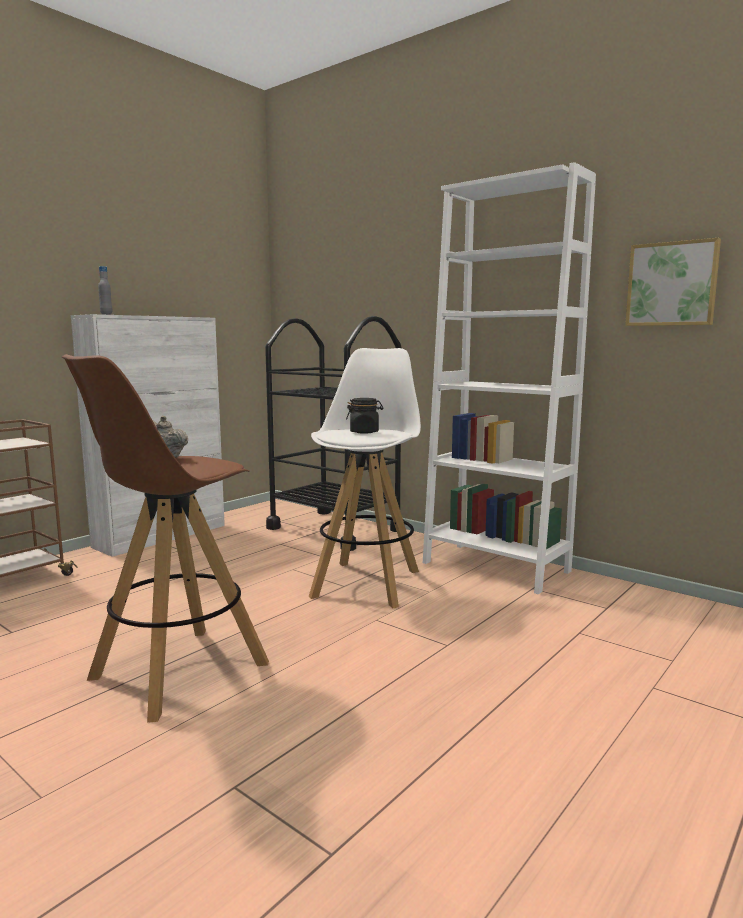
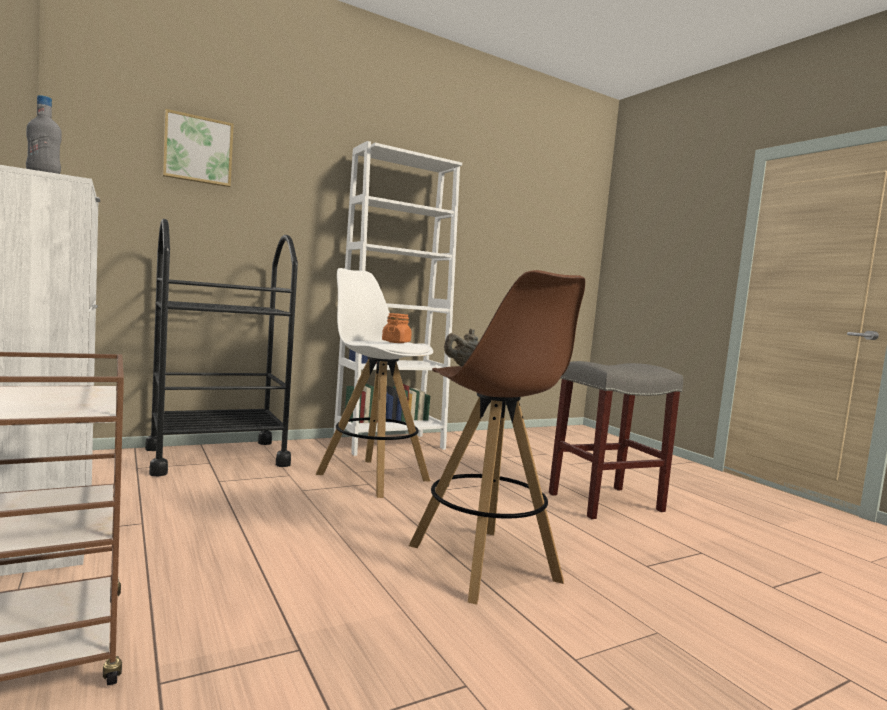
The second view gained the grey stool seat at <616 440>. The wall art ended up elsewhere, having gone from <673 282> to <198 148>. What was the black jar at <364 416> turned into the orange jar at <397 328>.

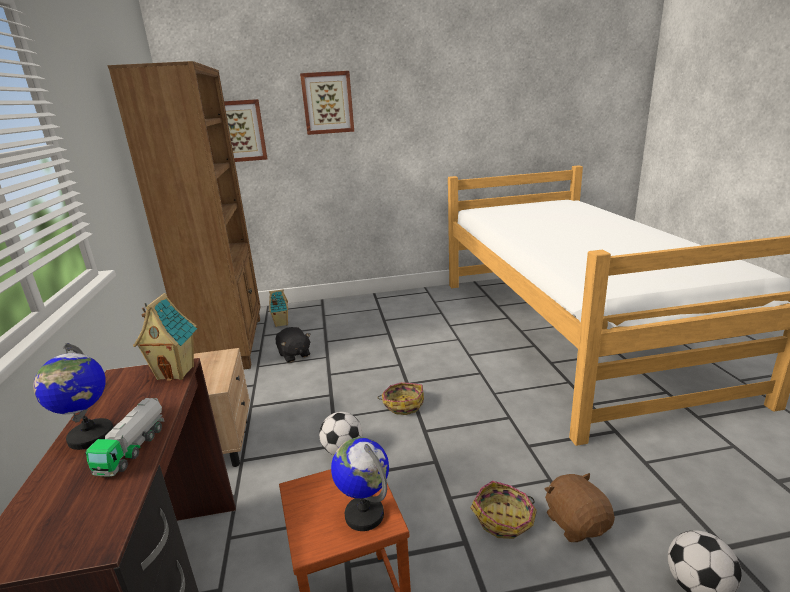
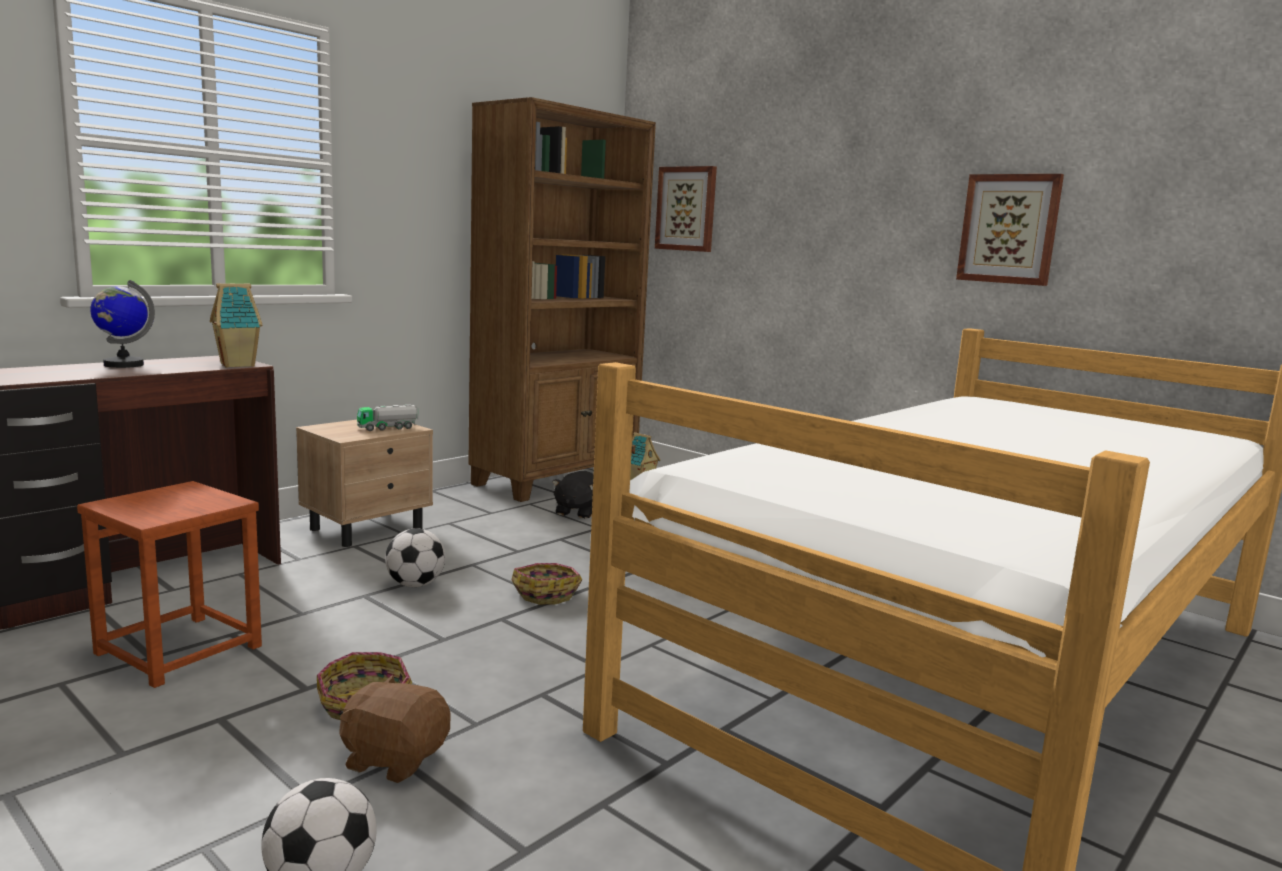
The second view lost the desk globe at <360 484>. The model truck ended up elsewhere, having gone from <124 437> to <387 417>. The wall art ended up elsewhere, having gone from <327 103> to <1010 230>. The brown soft toy at <579 507> ended up facing another way, 105 degrees counterclockwise from before.

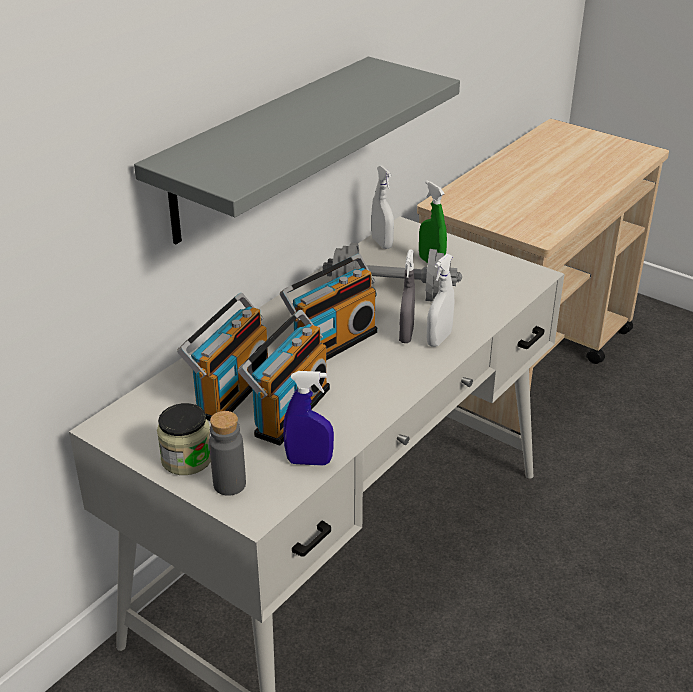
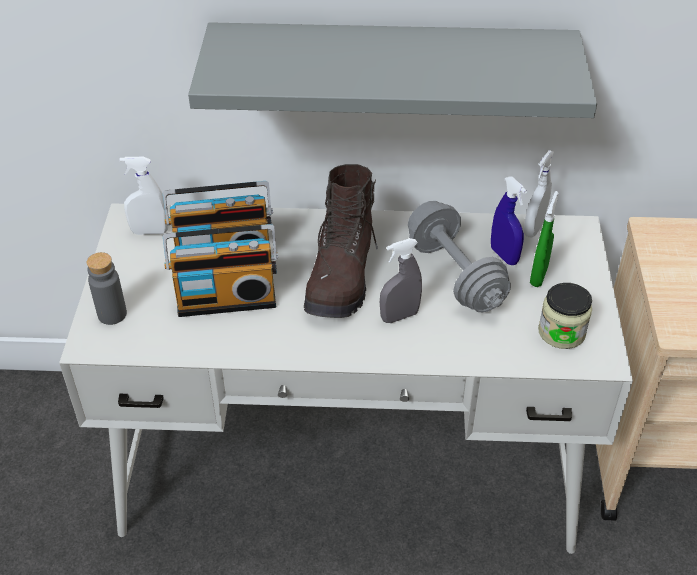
The jar ended up elsewhere, having gone from <184 439> to <565 316>. The blue hand sprayer ended up elsewhere, having gone from <308 418> to <509 221>. The whitish hand sprayer ended up elsewhere, having gone from <440 300> to <144 196>. Where the radio stood at <328 307>, the brown boot came to stand at <341 241>.

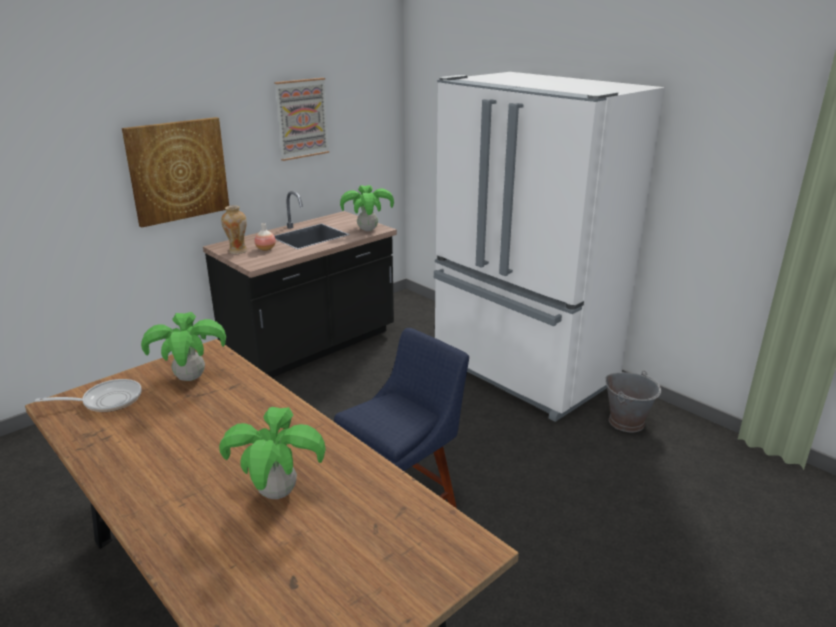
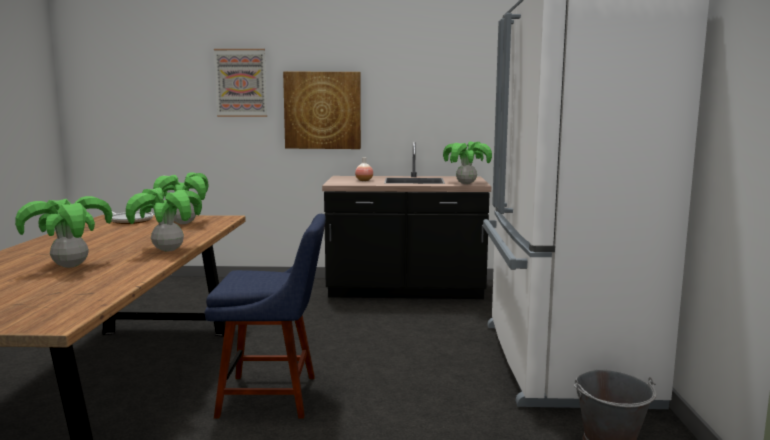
The second view lost the decorative vase at <234 229>. The second view gained the houseplant at <164 220>. The wall art ended up elsewhere, having gone from <301 119> to <240 83>.

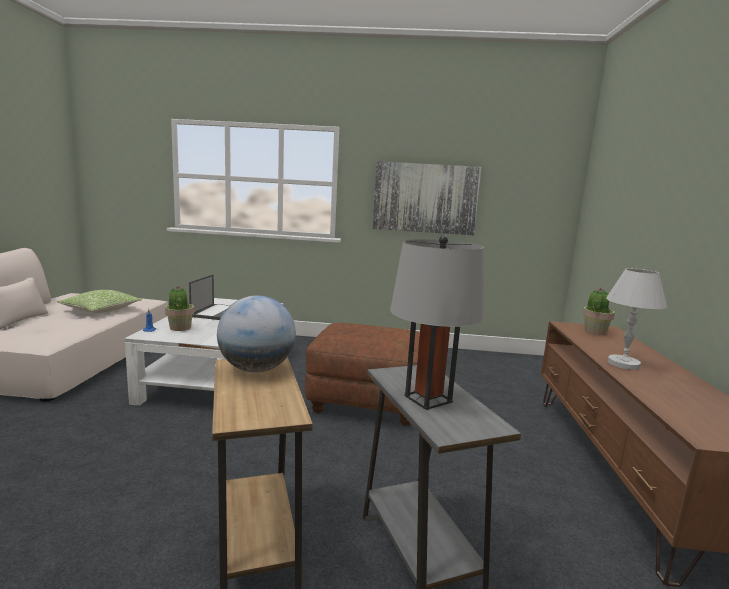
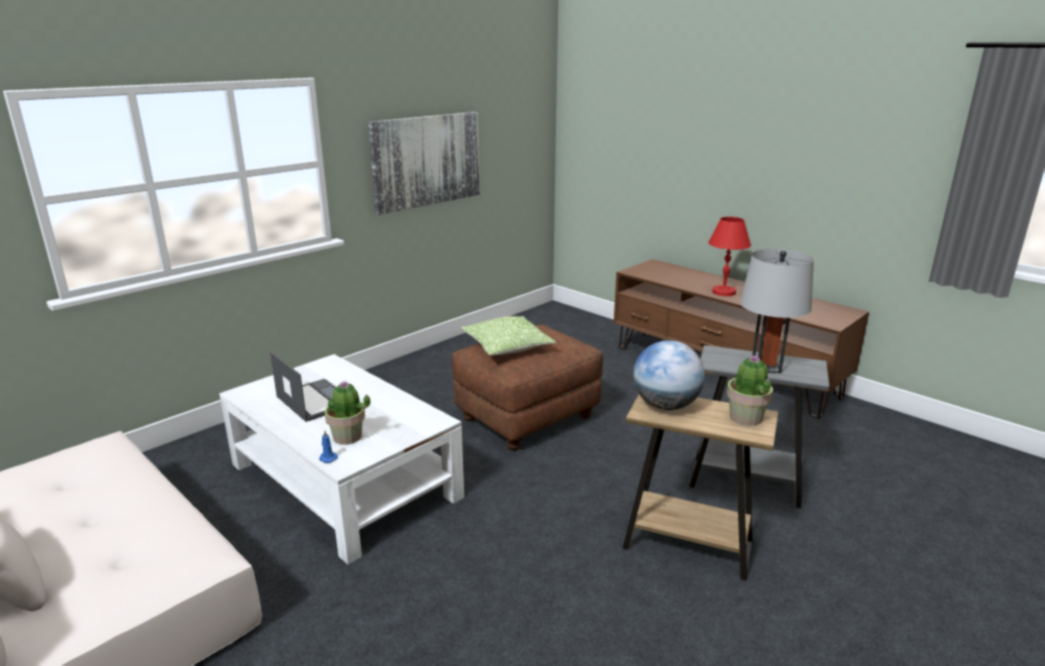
The throw pillow ended up elsewhere, having gone from <99 301> to <508 335>. The houseplant ended up elsewhere, having gone from <599 311> to <750 390>. What was the whitish lamp for a table at <636 319> turned into the red-coloured lamp for a table at <729 256>.

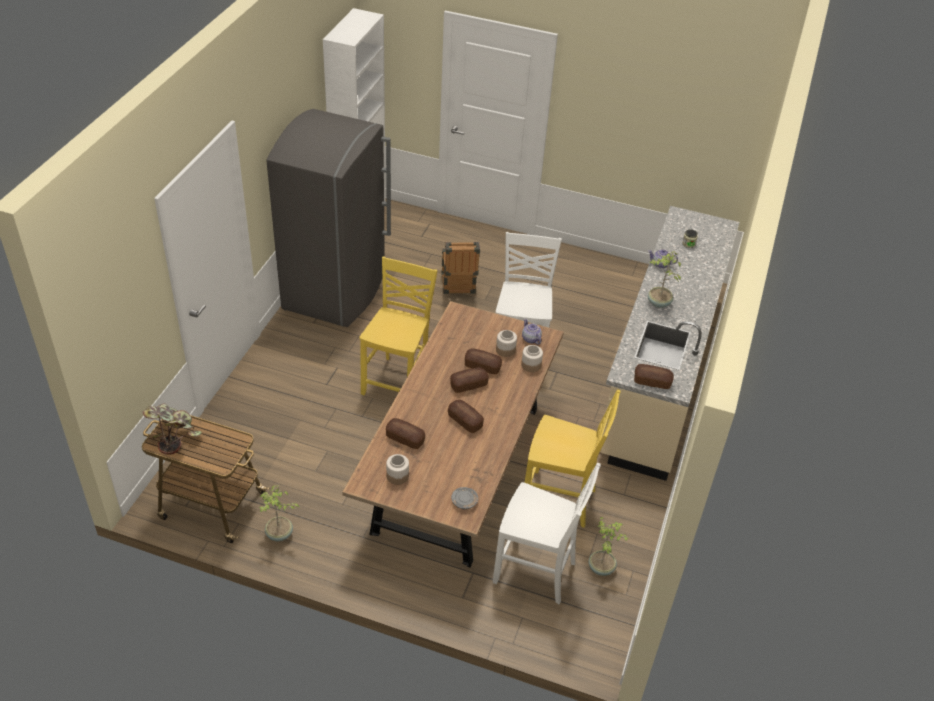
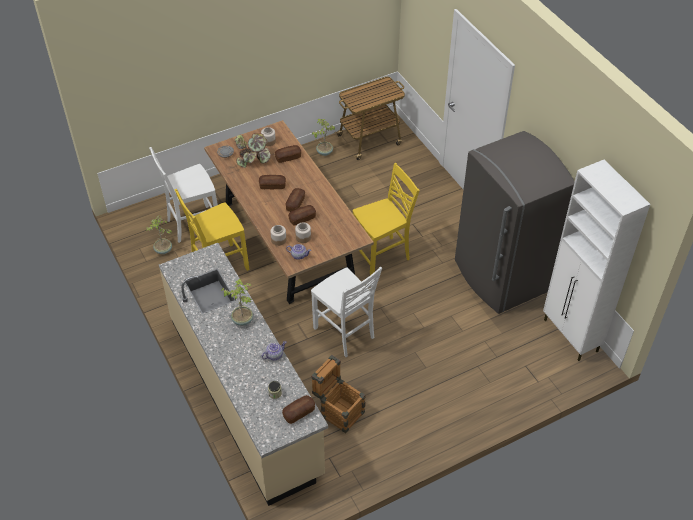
The houseplant ended up elsewhere, having gone from <172 429> to <253 150>. The shipping crate ended up elsewhere, having gone from <460 268> to <338 394>. The bakery bread ended up elsewhere, having gone from <654 376> to <298 409>. The yellowish upright chair at <398 326> ended up facing another way, 90 degrees counterclockwise from before.

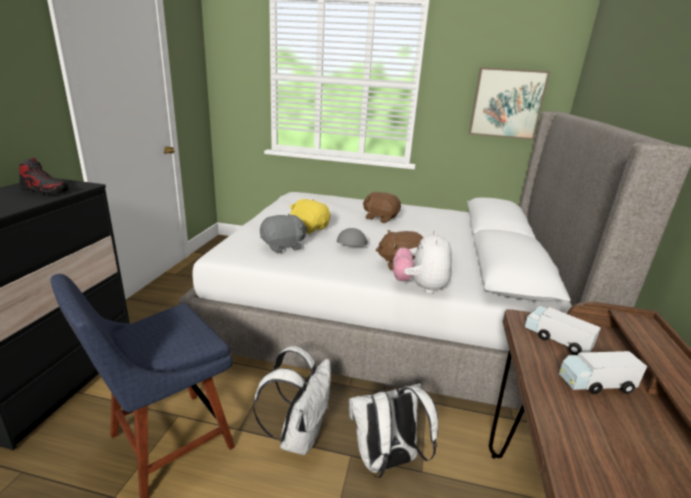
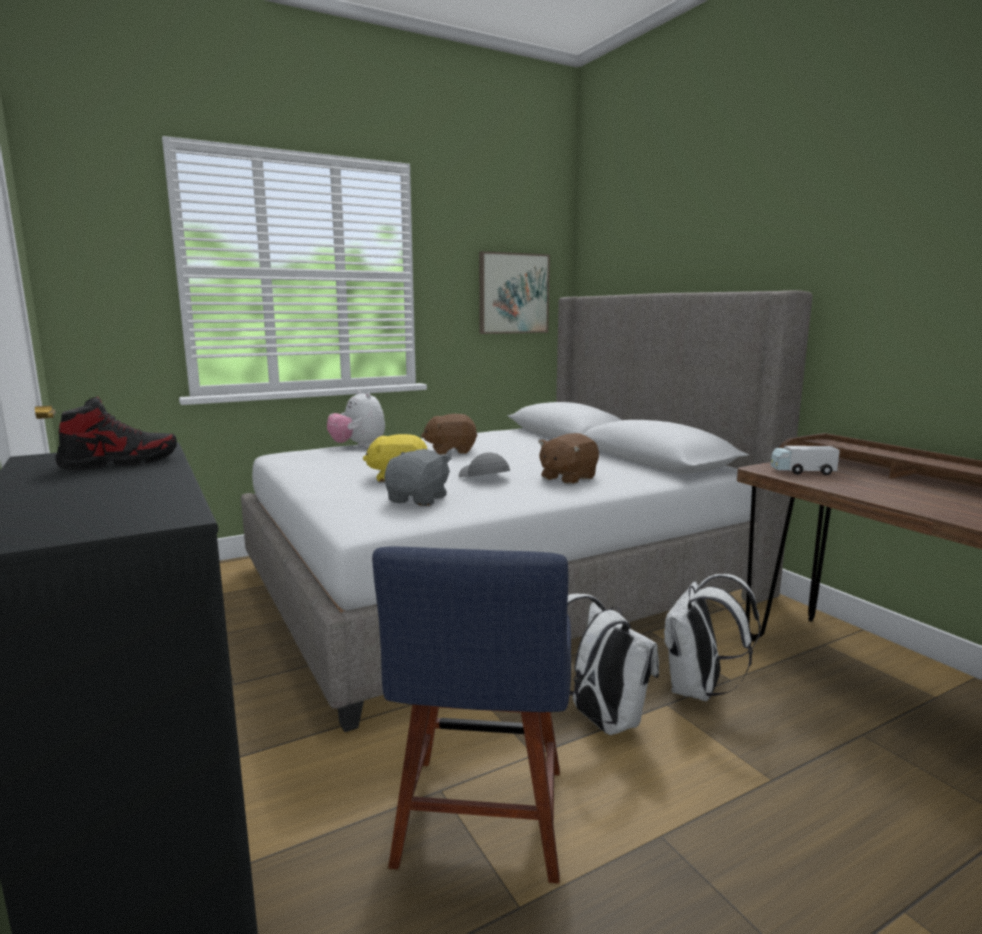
The second view lost the model truck at <603 372>. The soft toy ended up elsewhere, having gone from <422 262> to <356 419>.

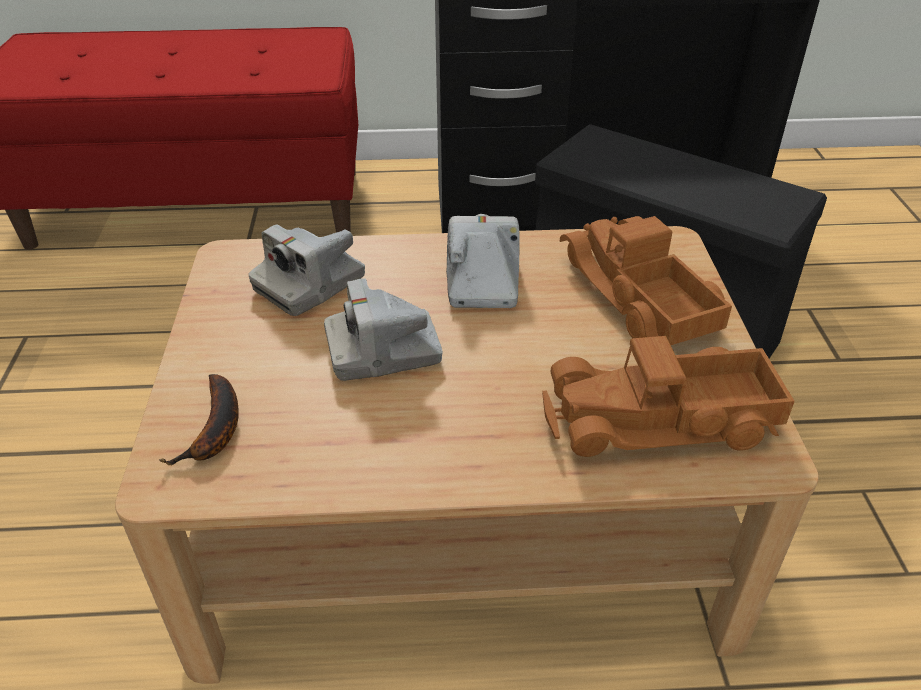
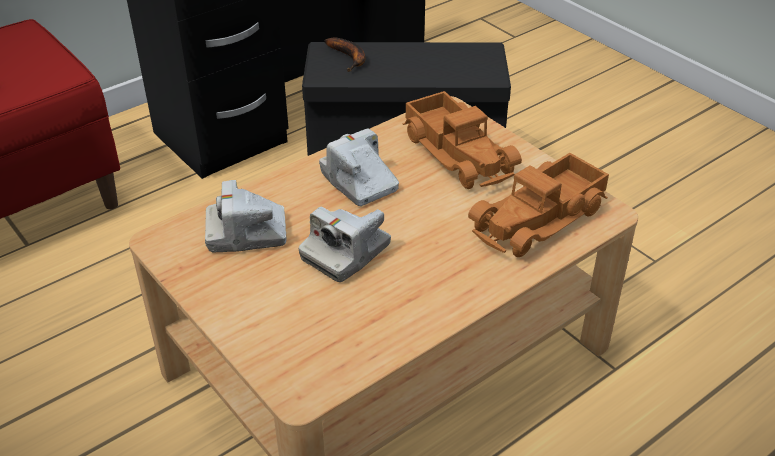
The banana fruit ended up elsewhere, having gone from <199 420> to <344 54>. The still camera at <307 270> ended up facing another way, 75 degrees clockwise from before. The model truck at <646 280> ended up facing another way, 150 degrees counterclockwise from before.

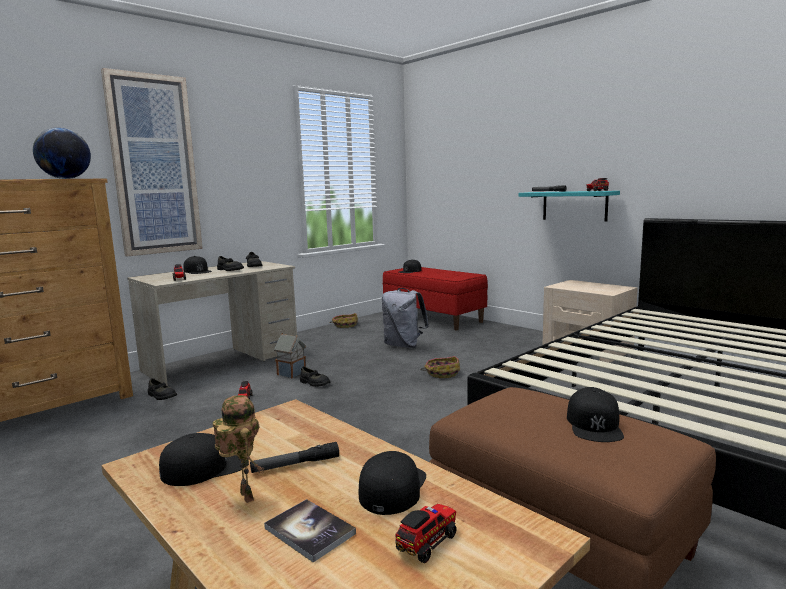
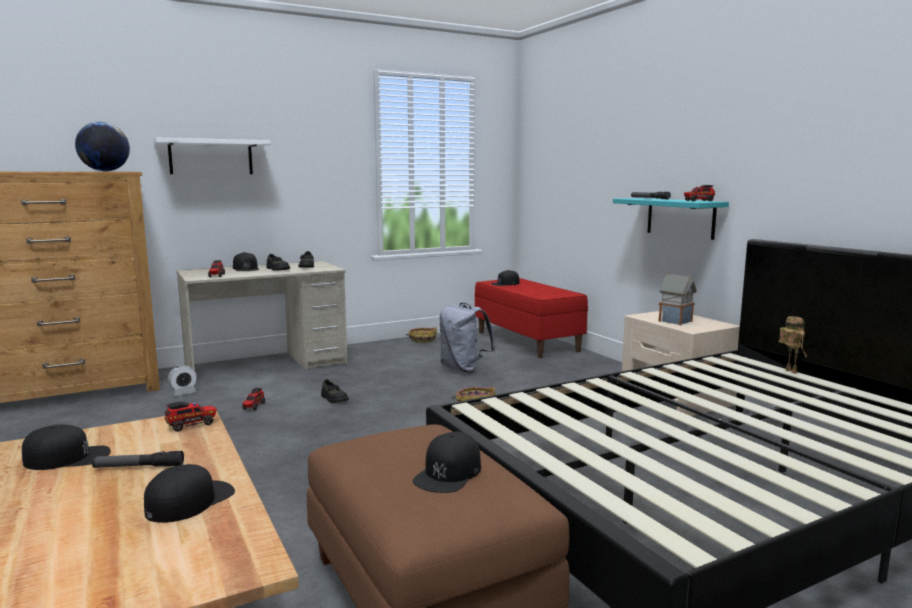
The second view lost the book at <310 531>. The toy robot ended up elsewhere, having gone from <239 449> to <793 345>. The miniature house ended up elsewhere, having gone from <290 355> to <678 299>. The model truck ended up elsewhere, having gone from <426 533> to <190 417>. Where the wall art hung at <152 162>, the whitish bracket shelf came to hang at <212 156>. Where the black shoe stood at <162 389>, the table clock came to stand at <182 380>.

